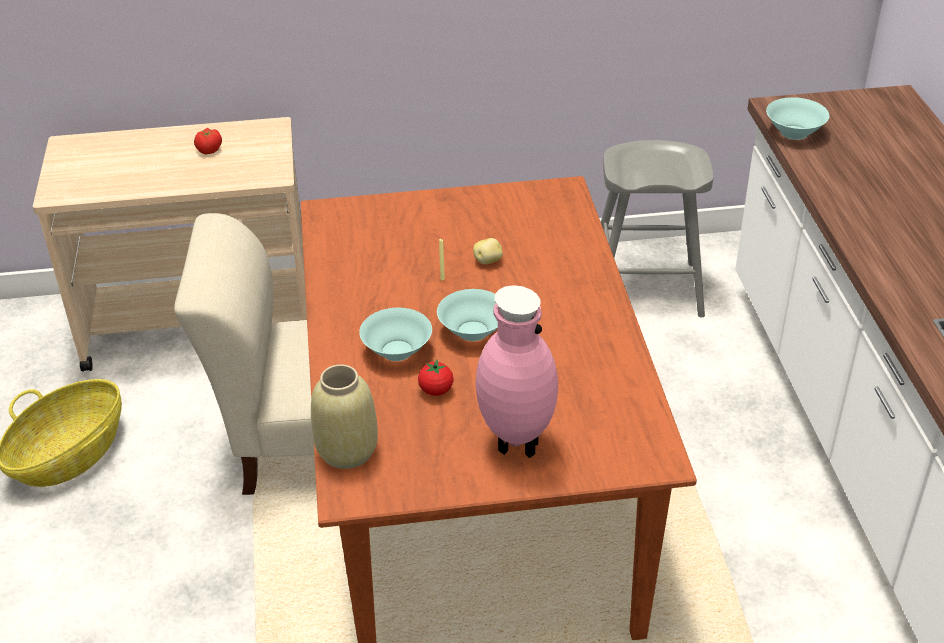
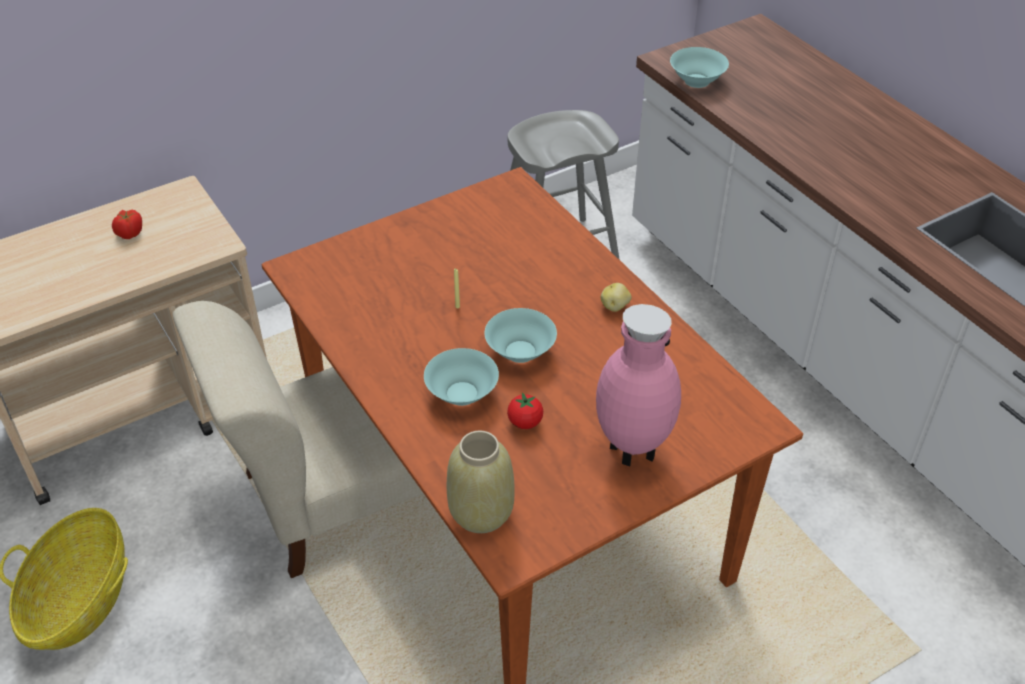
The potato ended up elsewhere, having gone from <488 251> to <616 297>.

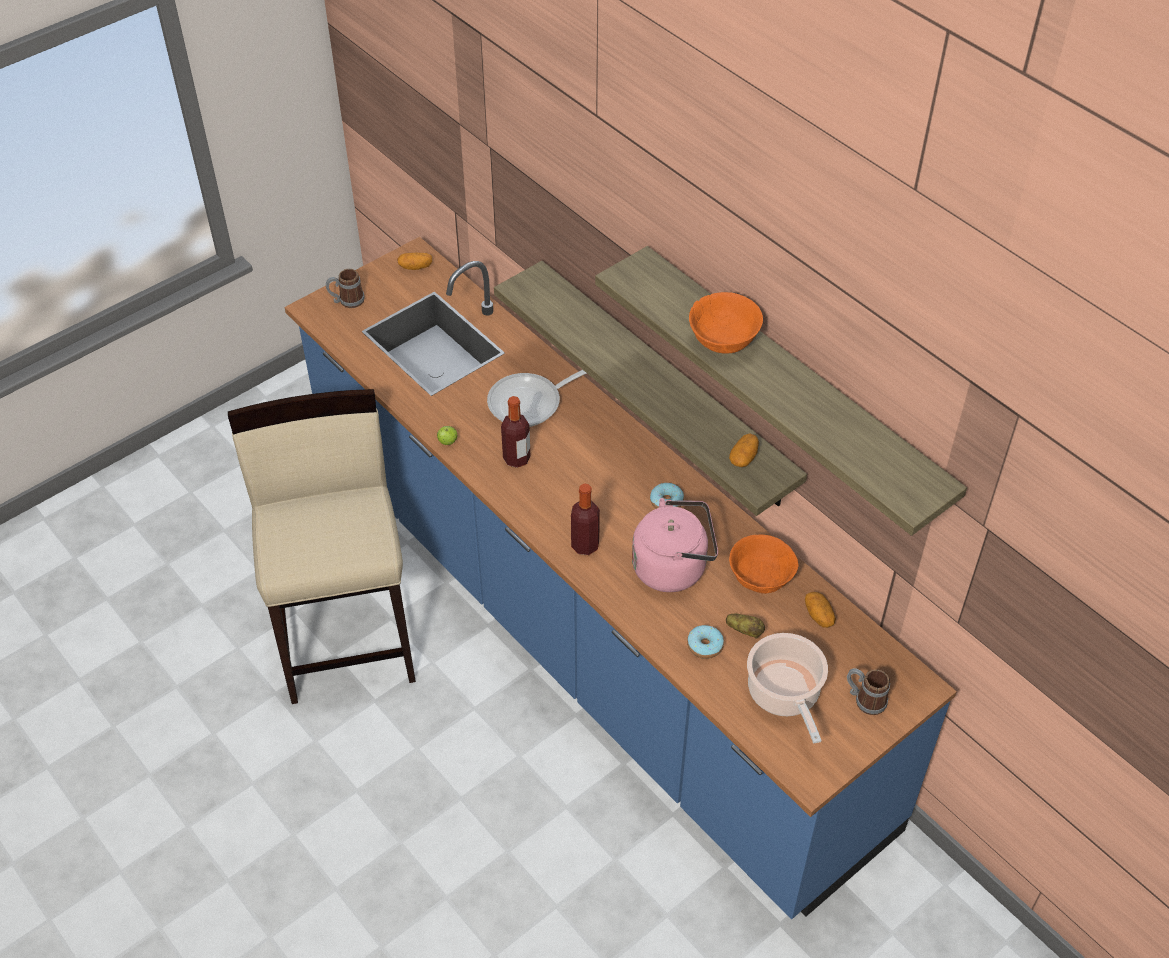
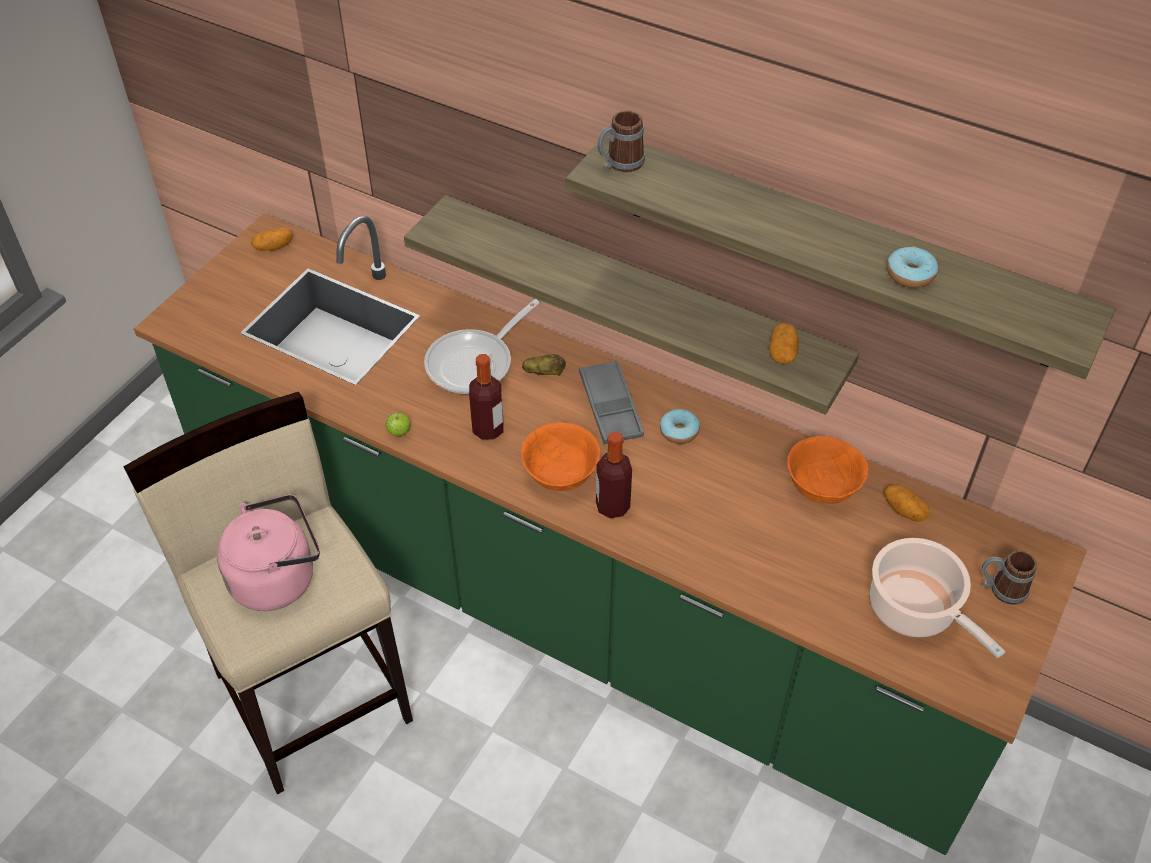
The second view gained the grey serving tray at <611 402>. The tea mug ended up elsewhere, having gone from <345 288> to <621 141>. The pinkish water kettle ended up elsewhere, having gone from <675 545> to <268 552>. The ring doughnut ended up elsewhere, having gone from <705 642> to <912 267>. The orange deep dish ended up elsewhere, having gone from <726 323> to <560 456>. The potato ended up elsewhere, having gone from <745 626> to <544 365>. What was the blue kitchen counter at <620 578> turned into the green-coloured kitchen counter at <610 534>.

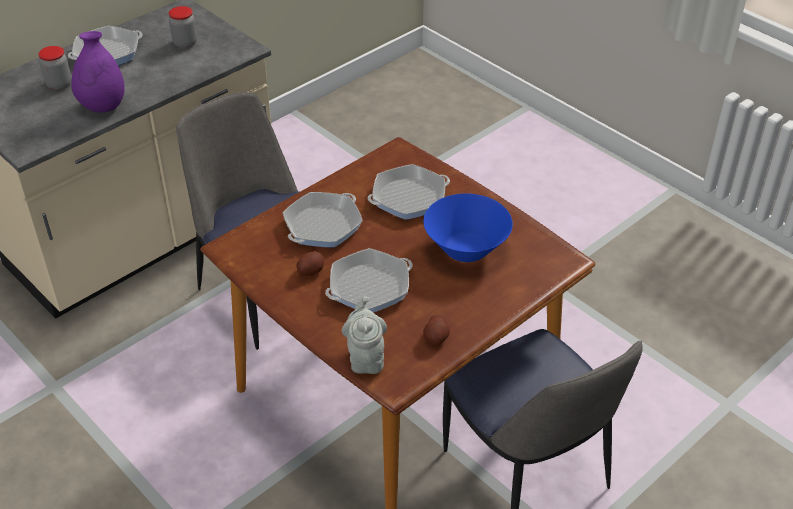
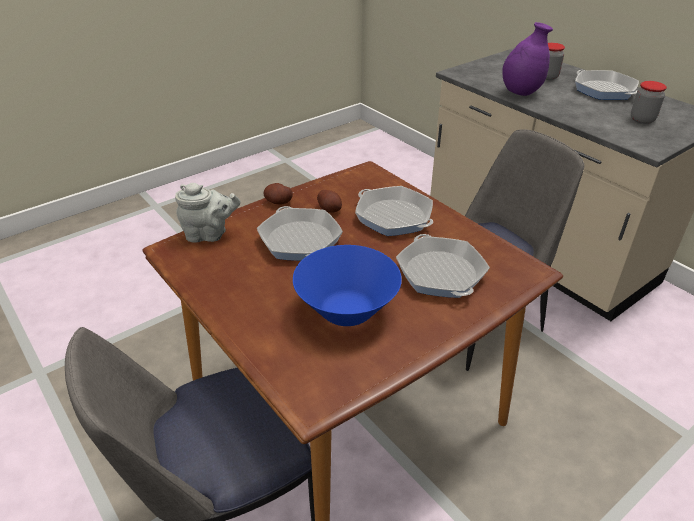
The potato ended up elsewhere, having gone from <436 330> to <278 193>.

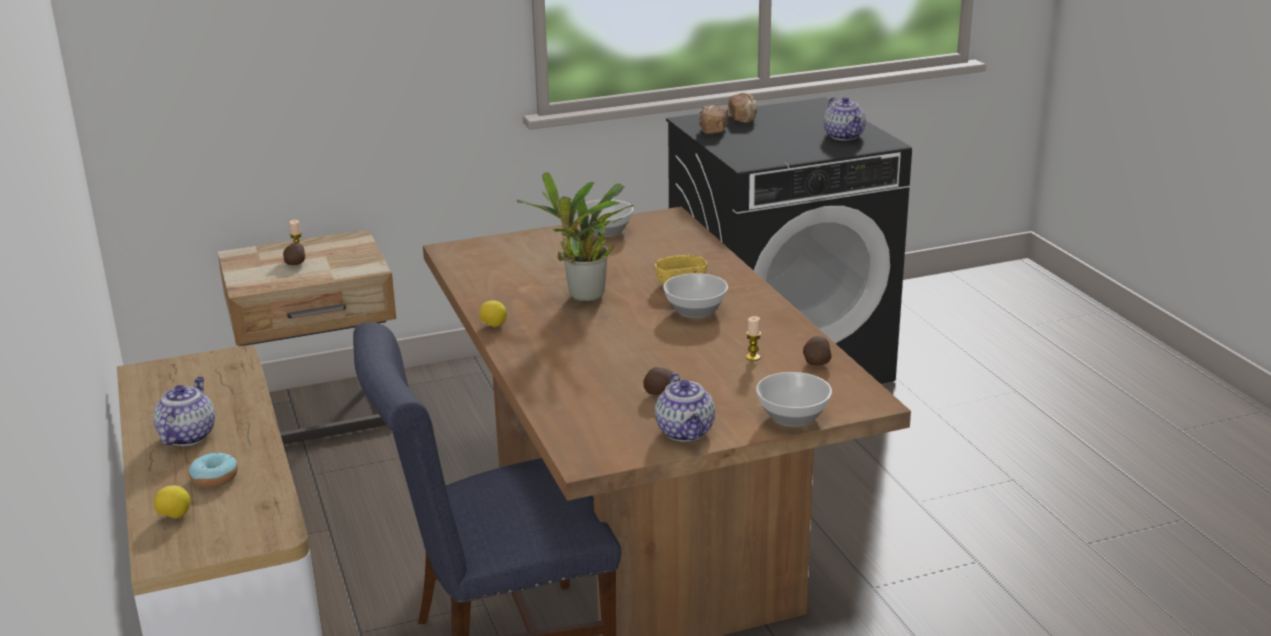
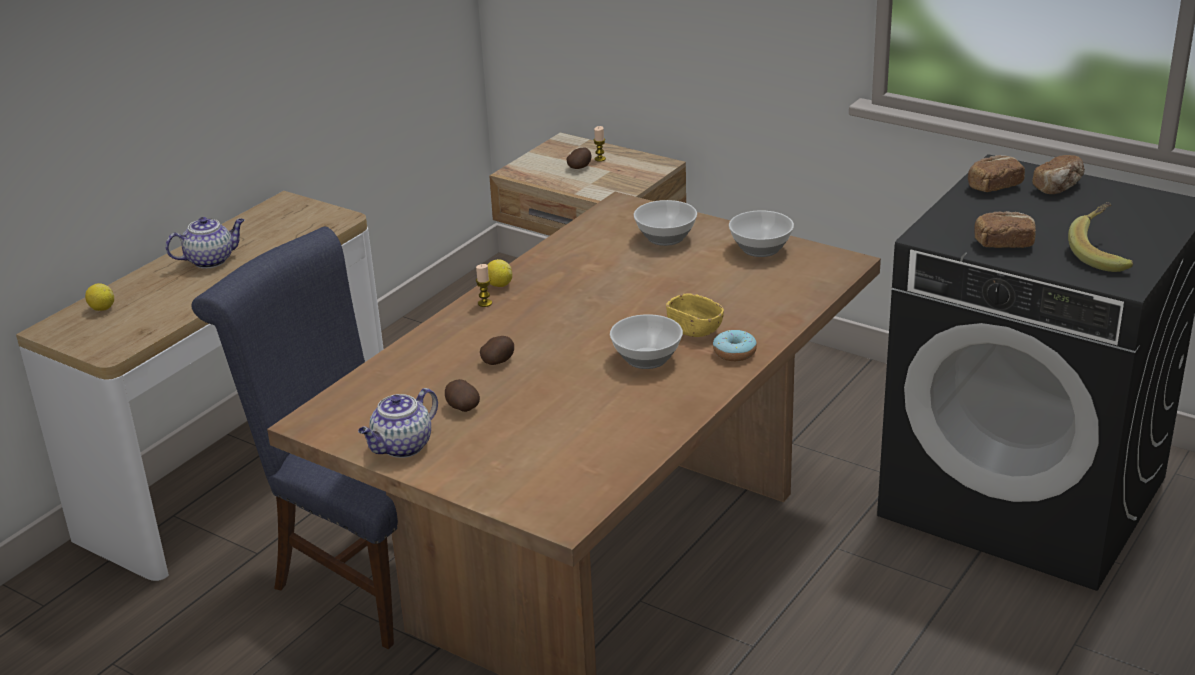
The second view lost the houseplant at <575 237>. The second view gained the bakery bread at <1005 229>. The ring doughnut ended up elsewhere, having gone from <213 470> to <735 345>. The candle ended up elsewhere, having gone from <753 338> to <484 285>. The deep dish ended up elsewhere, having gone from <794 399> to <665 223>. The potato ended up elsewhere, having gone from <817 351> to <497 350>. Where the teapot stood at <845 118>, the banana fruit came to stand at <1100 237>.

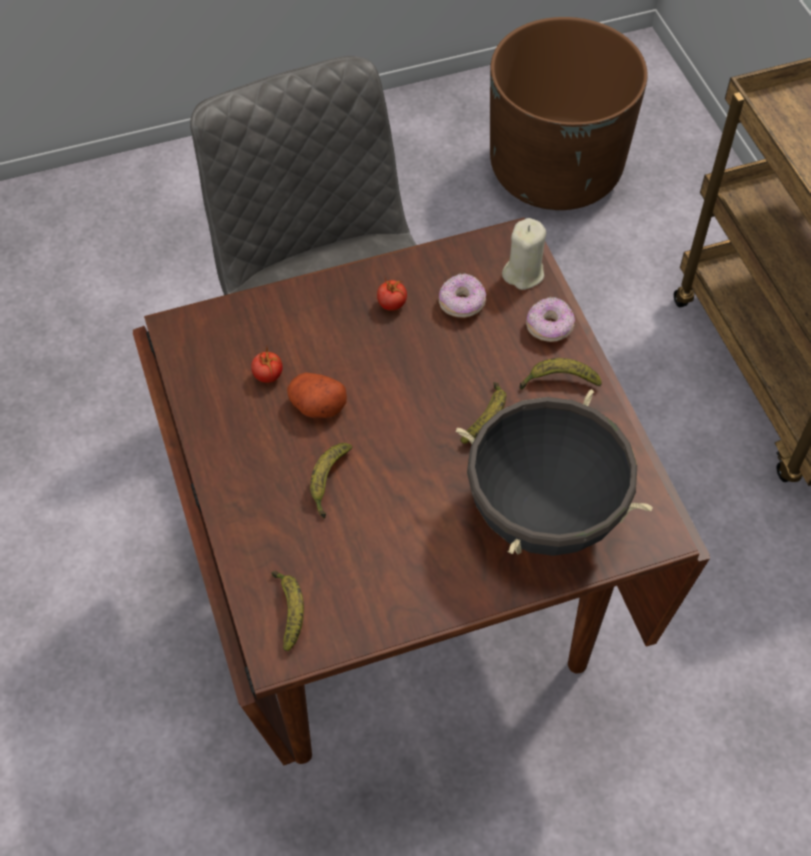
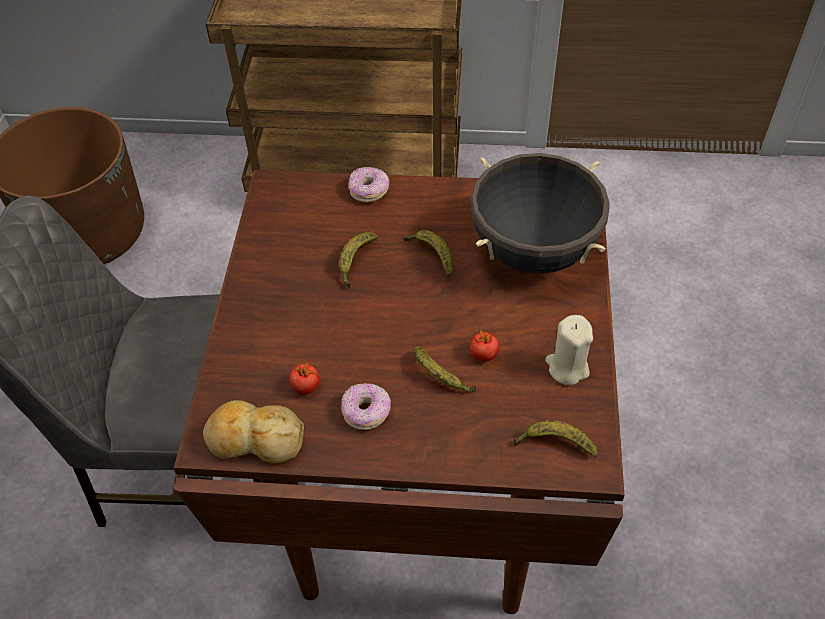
The second view lost the potato at <317 395>. The second view gained the bakery bread at <253 431>. The tomato ended up elsewhere, having gone from <392 293> to <484 346>. The ring doughnut ended up elsewhere, having gone from <462 295> to <366 406>. The beige-coloured candle ended up elsewhere, having gone from <524 254> to <569 350>. The banana fruit ended up elsewhere, having gone from <560 374> to <358 260>.

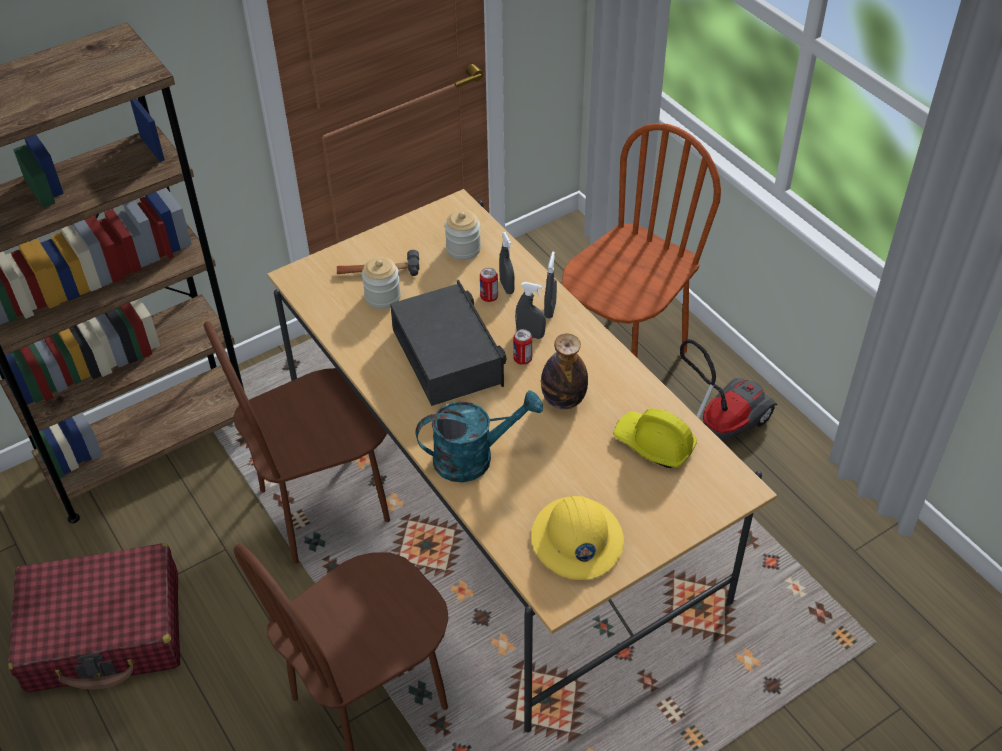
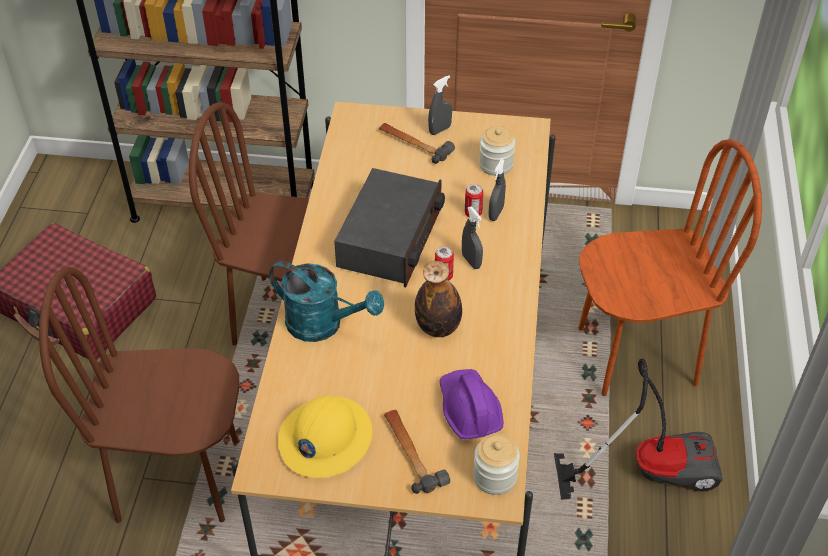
The second view gained the hammer at <417 452>. The jar ended up elsewhere, having gone from <381 283> to <496 464>. The grey hand sprayer ended up elsewhere, having gone from <550 284> to <440 105>. What was the yellowish work helmet at <655 438> turned into the purplish work helmet at <471 404>.

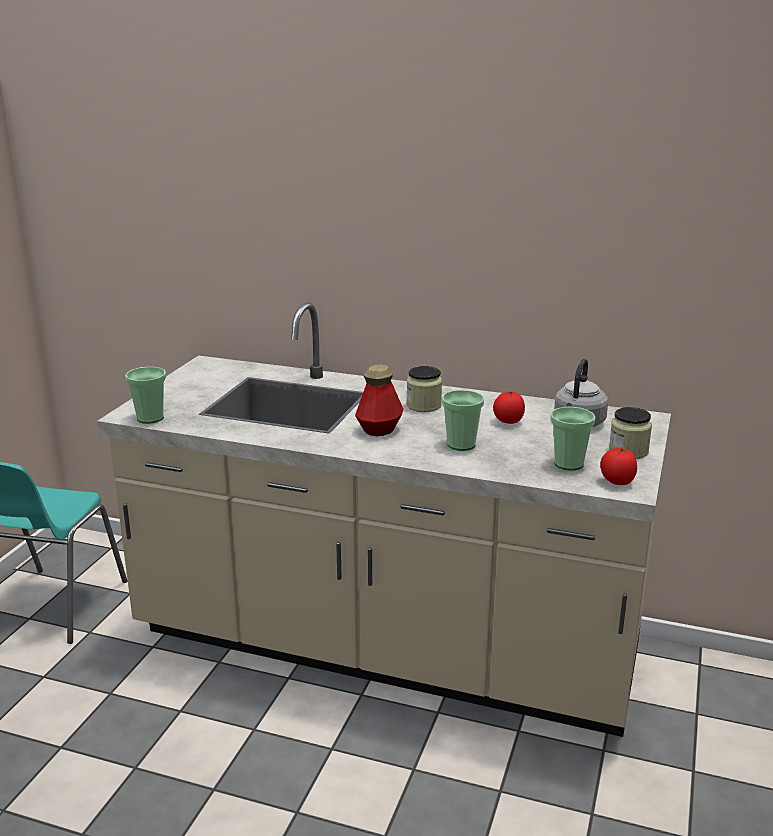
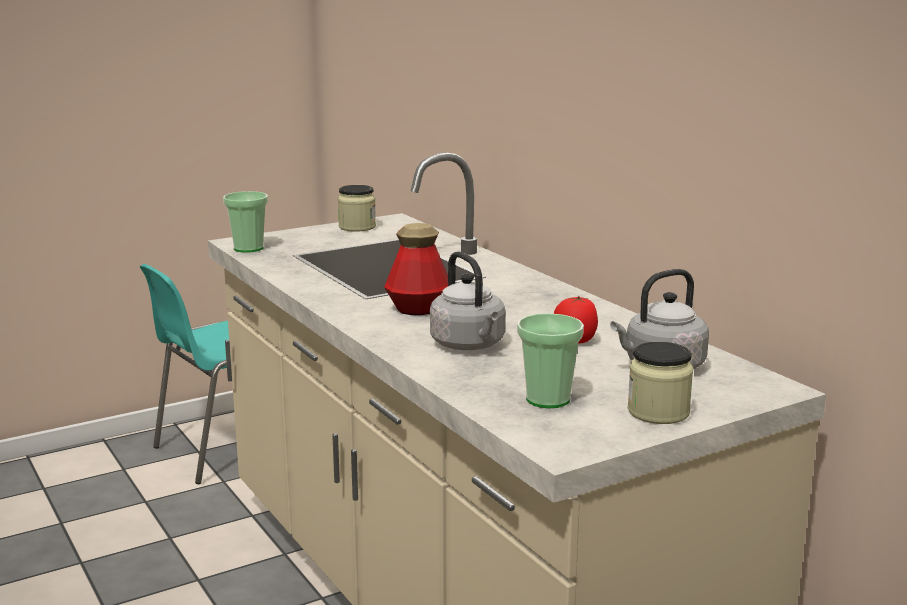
The second view lost the tomato at <618 466>. The jar ended up elsewhere, having gone from <424 389> to <357 208>. Where the cup stood at <463 420>, the grey water kettle came to stand at <468 301>.

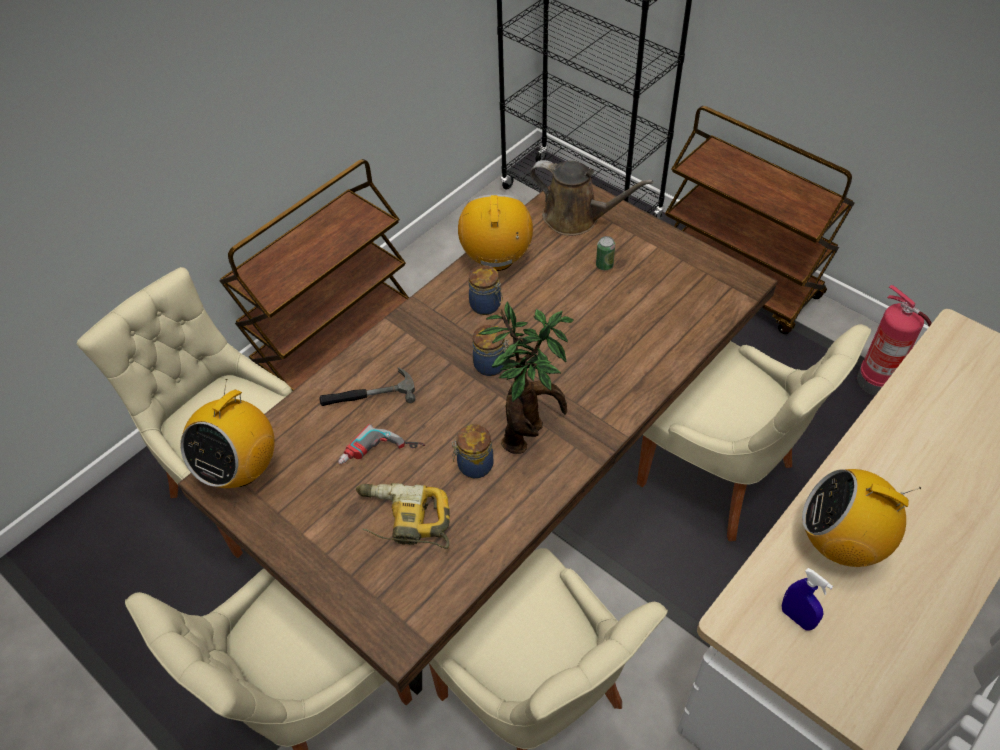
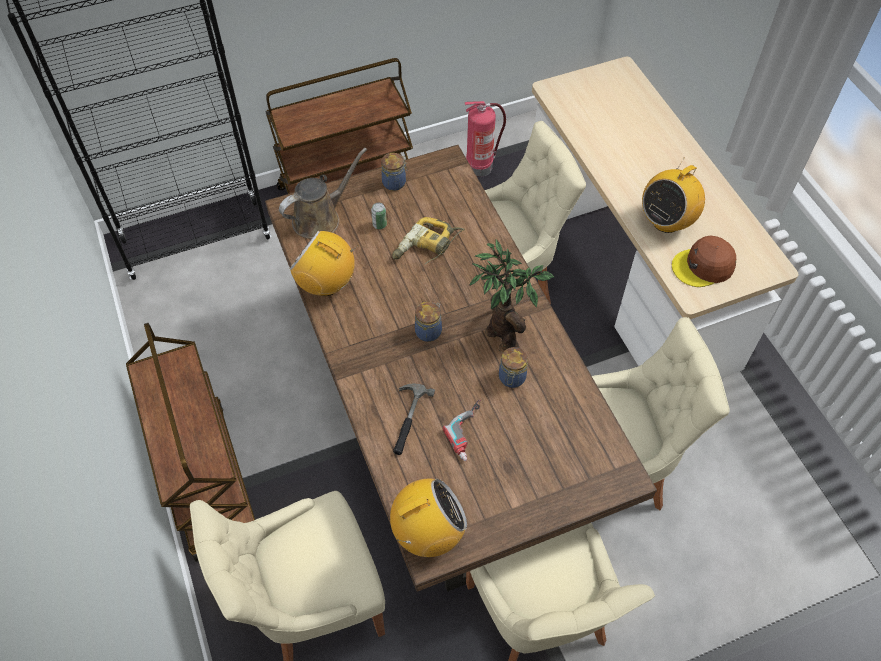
The power drill ended up elsewhere, having gone from <403 516> to <428 241>. The jar ended up elsewhere, having gone from <486 290> to <394 172>. Where the blue hand sprayer stood at <807 599>, the brown baseball cap came to stand at <704 261>. The radio at <227 433> ended up facing another way, 75 degrees counterclockwise from before.

